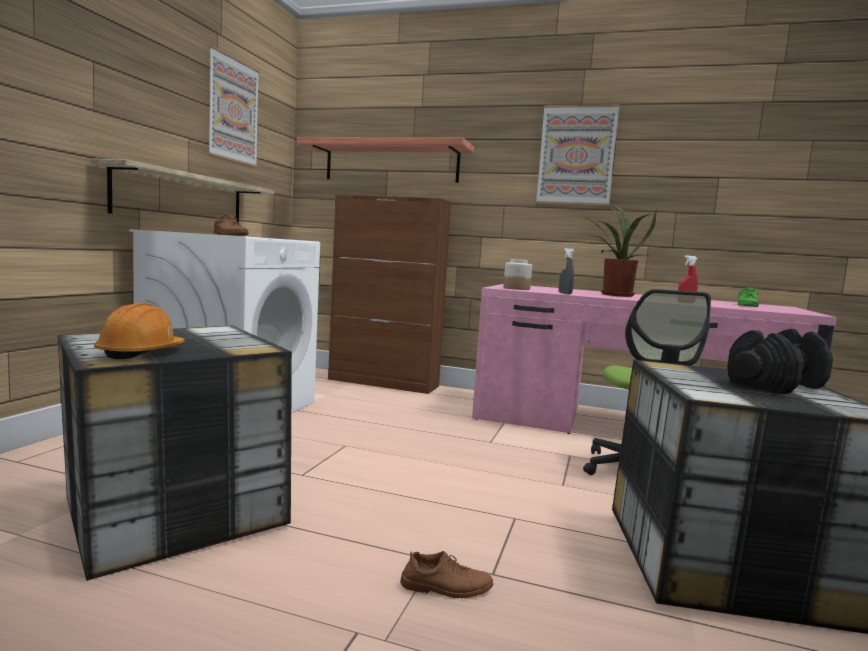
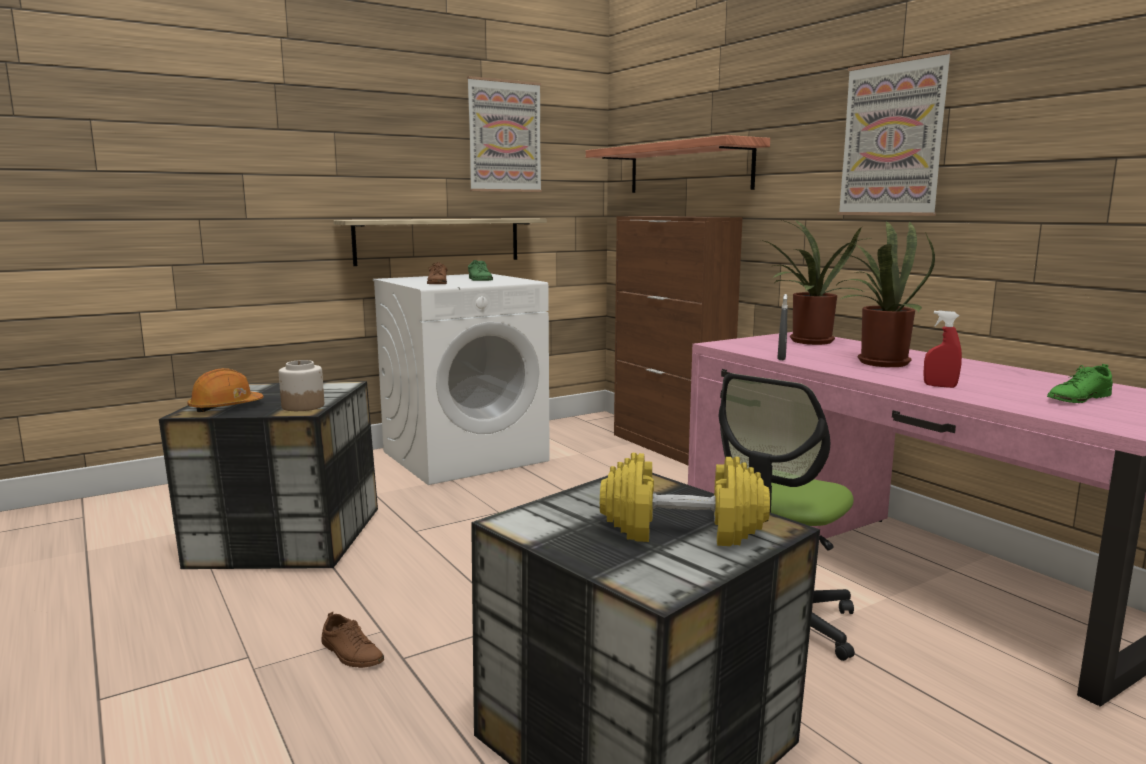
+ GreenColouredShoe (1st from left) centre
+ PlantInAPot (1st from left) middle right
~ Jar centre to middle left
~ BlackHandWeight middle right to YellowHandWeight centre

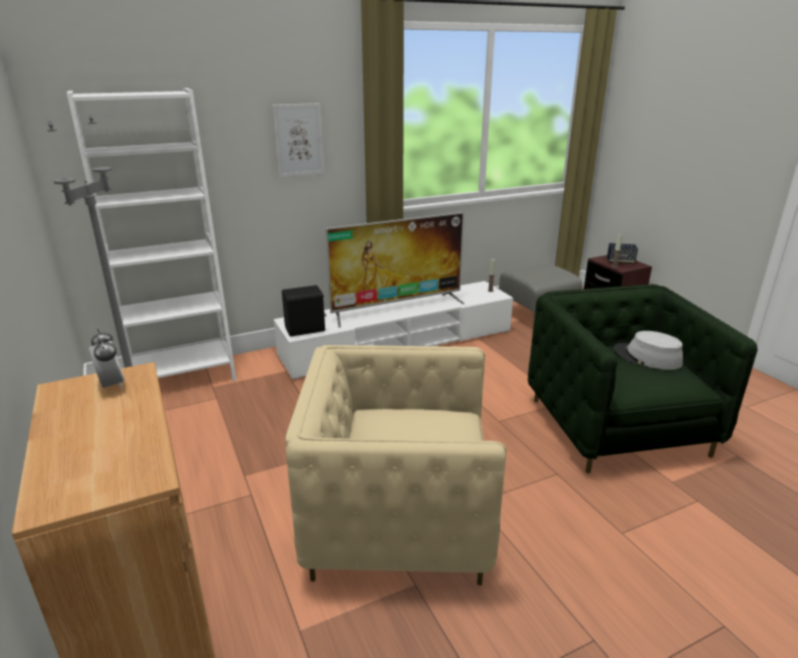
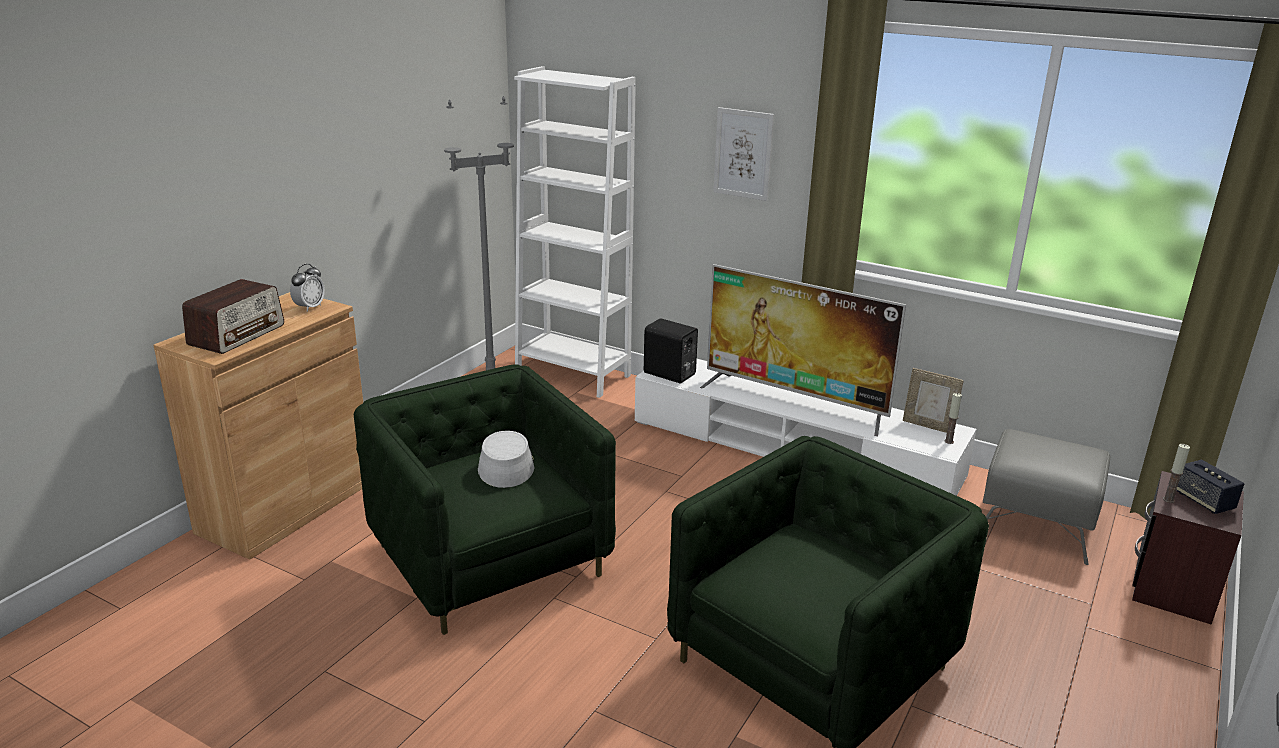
+ RadioReceiver middle left
+ PictureFrame middle right
~ GrayClothingHat middle right to centre
~ SandColouredArmchair bottom centre to GreenColouredArmchair (1st from left) bottom centre

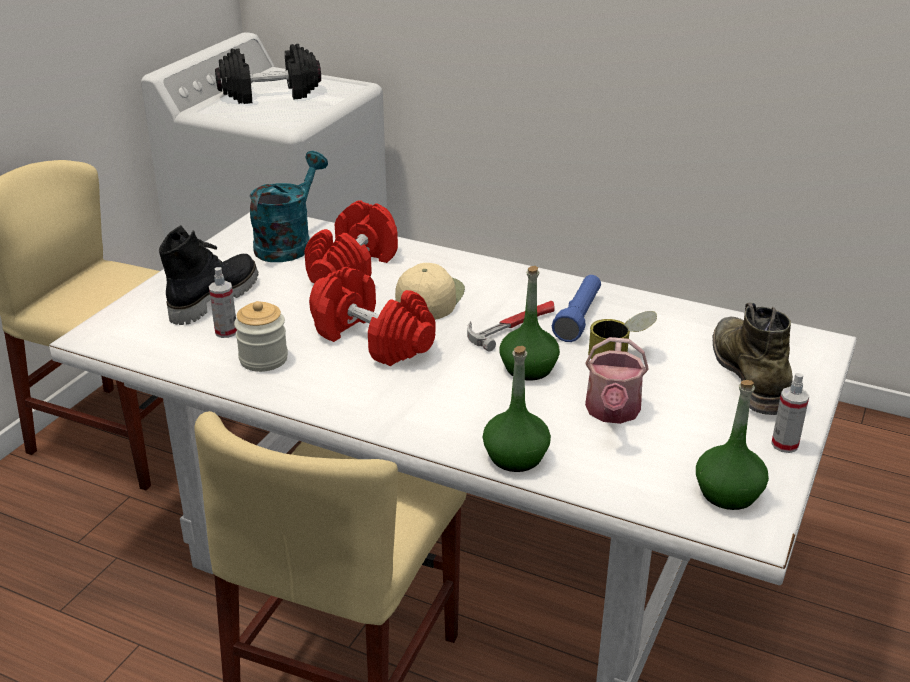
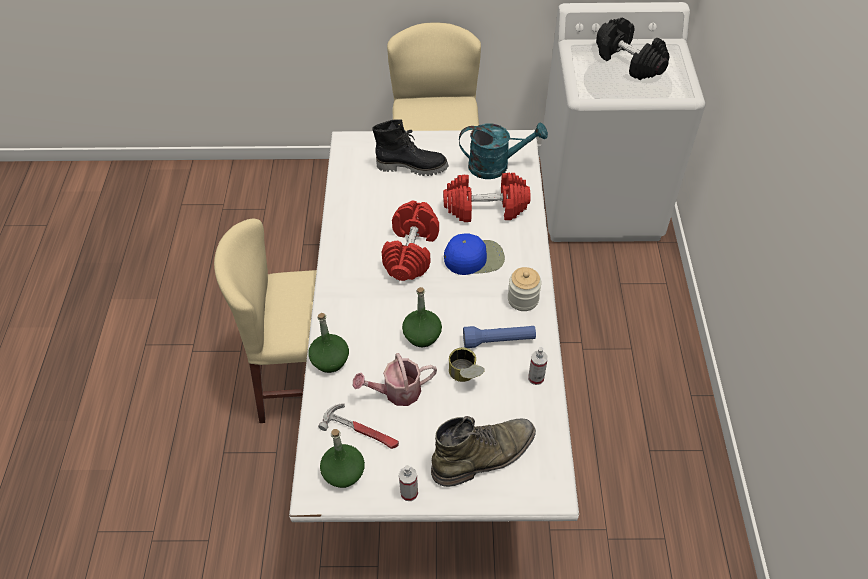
~ HandSprayer (1st from left in the first image) middle left to HandSprayer (2nd from left) centre
~ Jar middle left to centre
~ ToolHammer centre to bottom centre
~ SandColouredBaseballCap centre to BlueBaseballCap centre

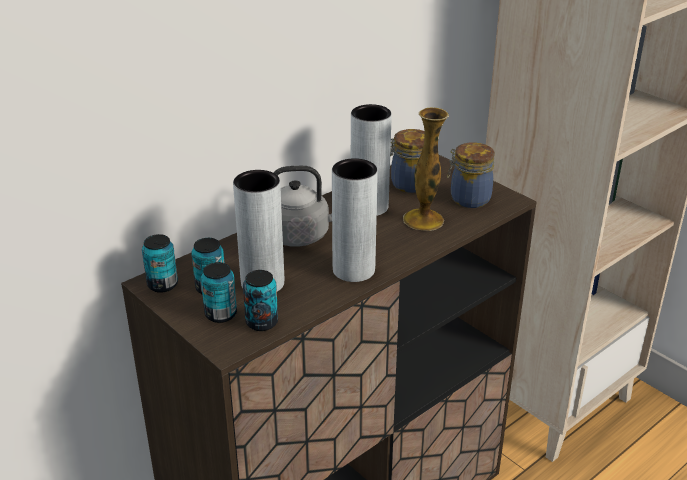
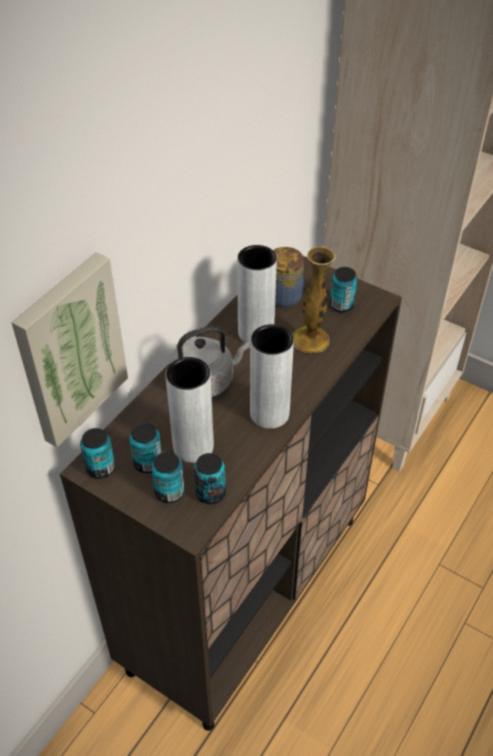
+ Picture middle left
~ Jar (2nd from left) middle right to MetalCan (5th from left) middle right

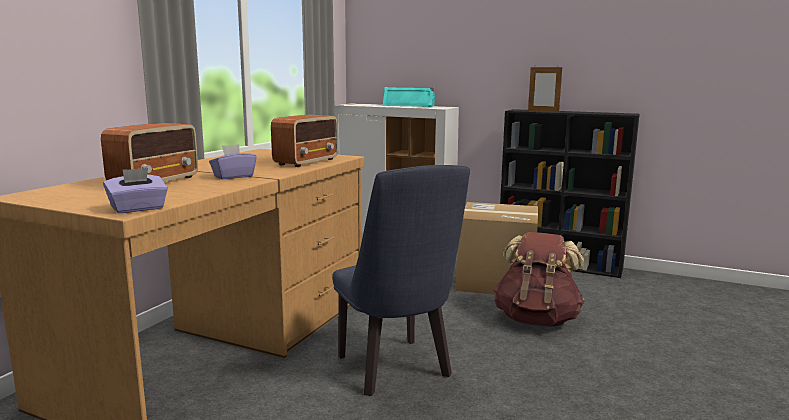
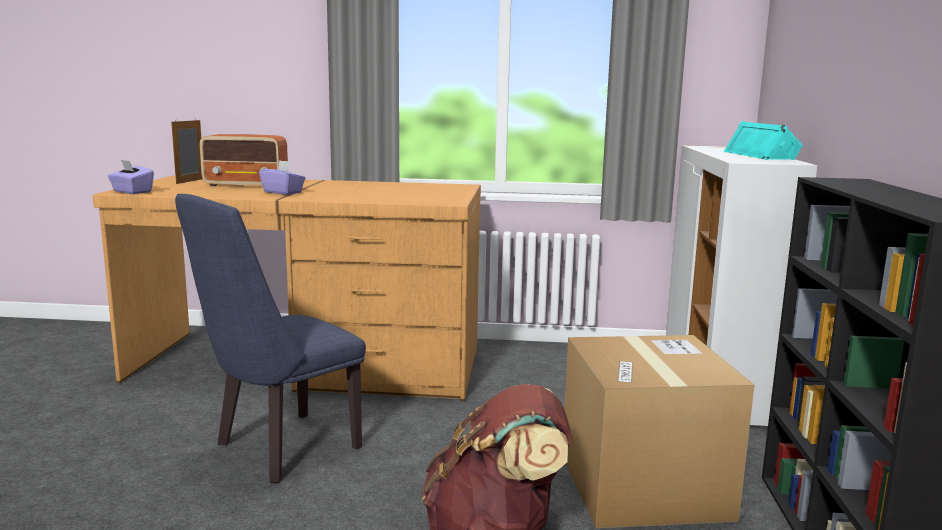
- RadioReceiver (2nd from left) centre
~ PictureFrame top right to top left

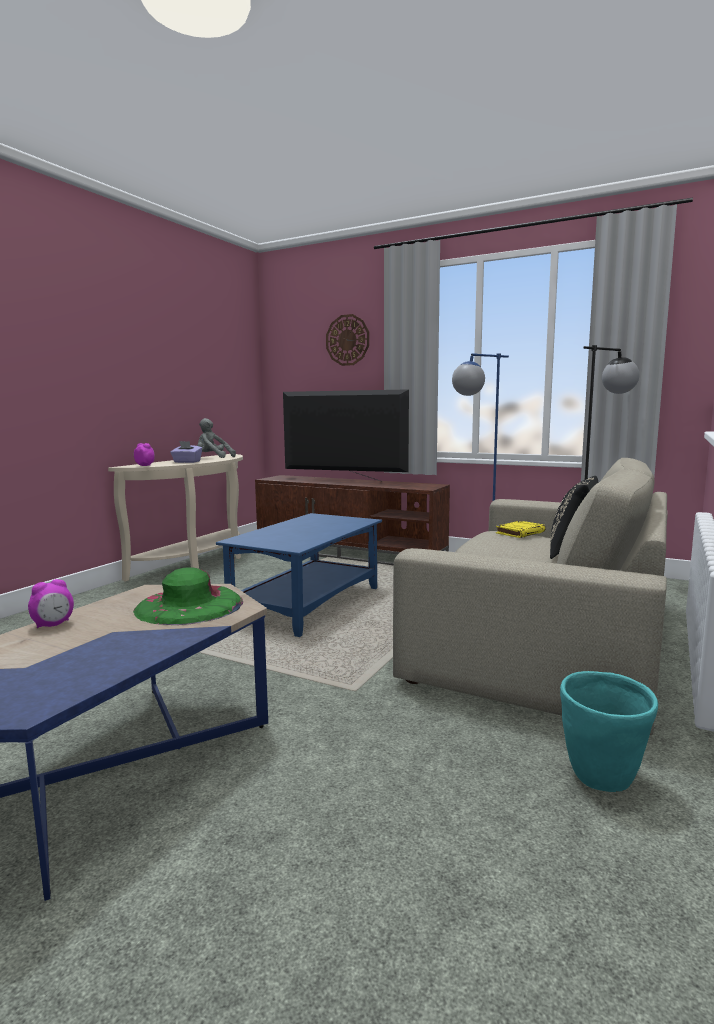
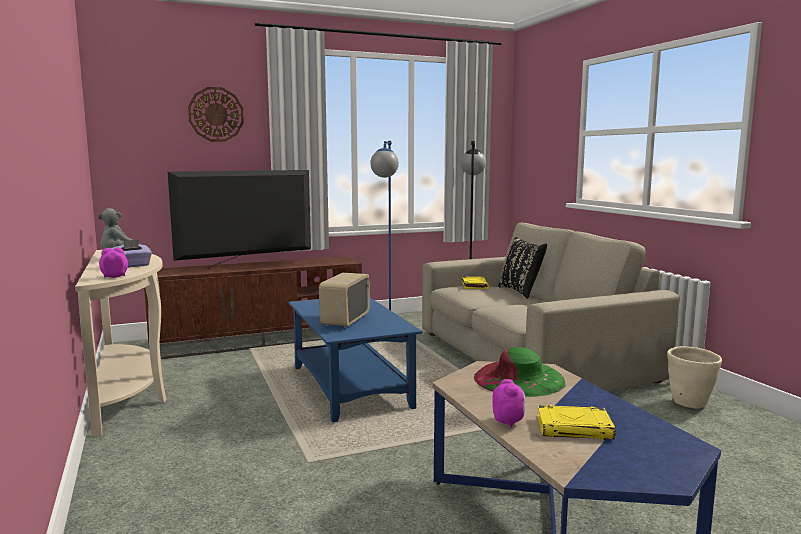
+ RadioReceiver centre
+ YellowBoundBook (2nd from left) bottom right
~ TurquoiseColouredPlantPot bottom right to SandColouredPlantPot bottom right

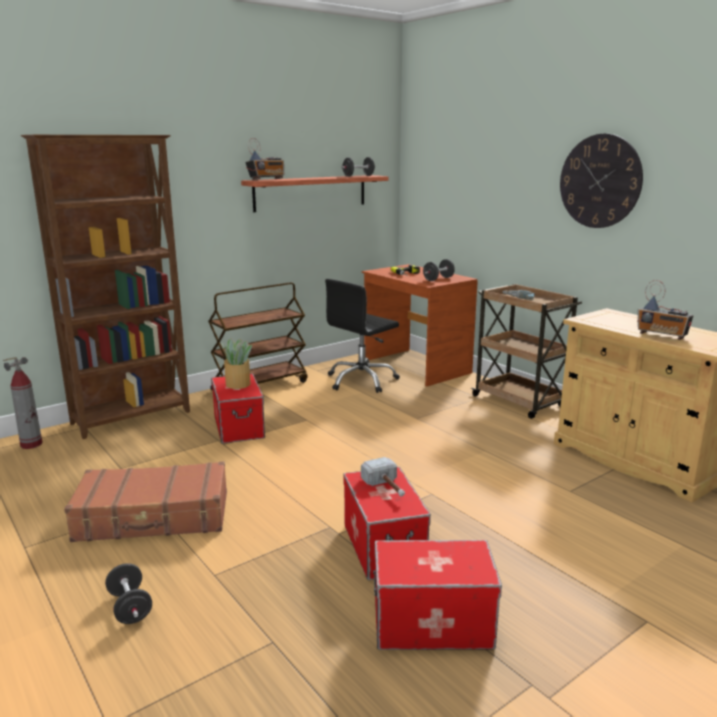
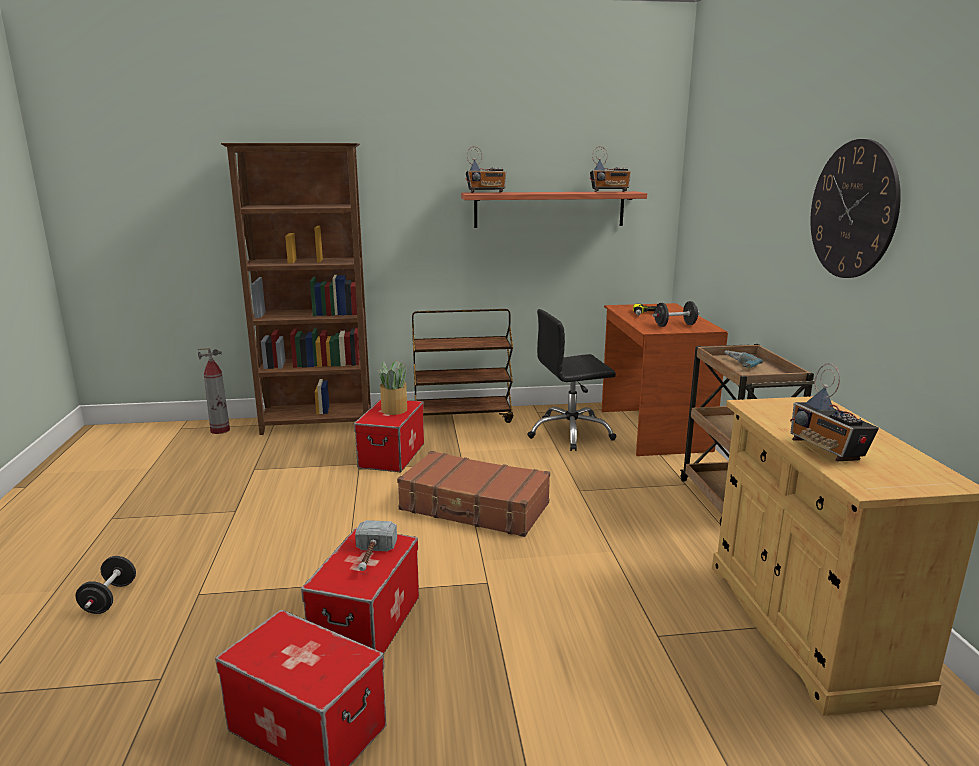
~ BrownishTravelCase bottom left to centre
~ BlackHandWeight (2nd from left) top centre to RadioReceiver (2nd from left) top centre

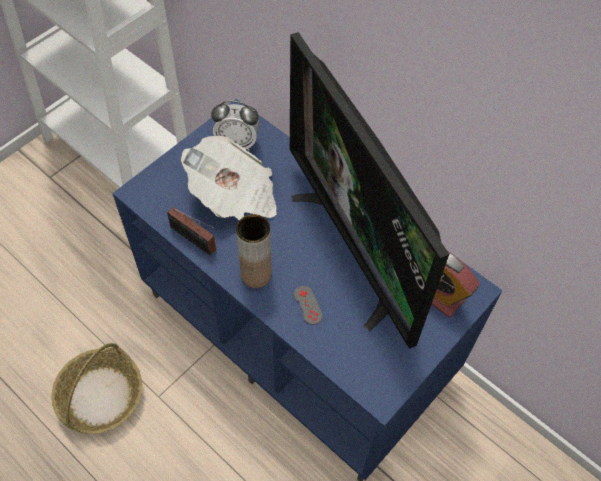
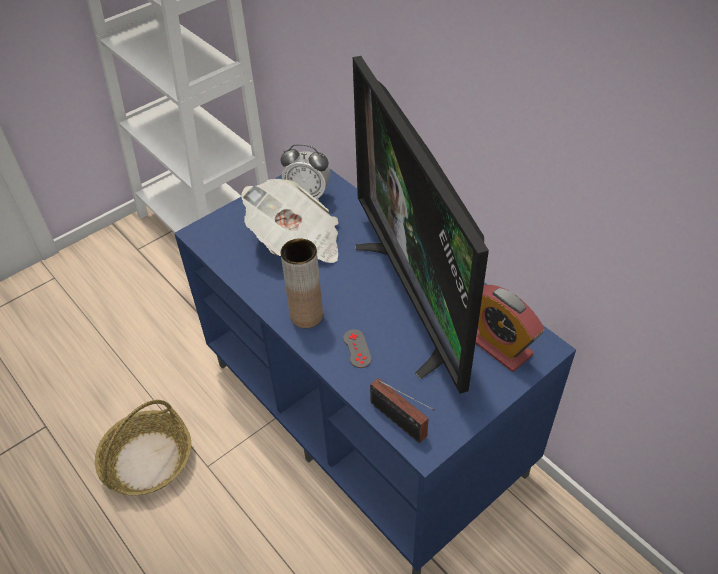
~ RadioReceiver middle left to bottom centre

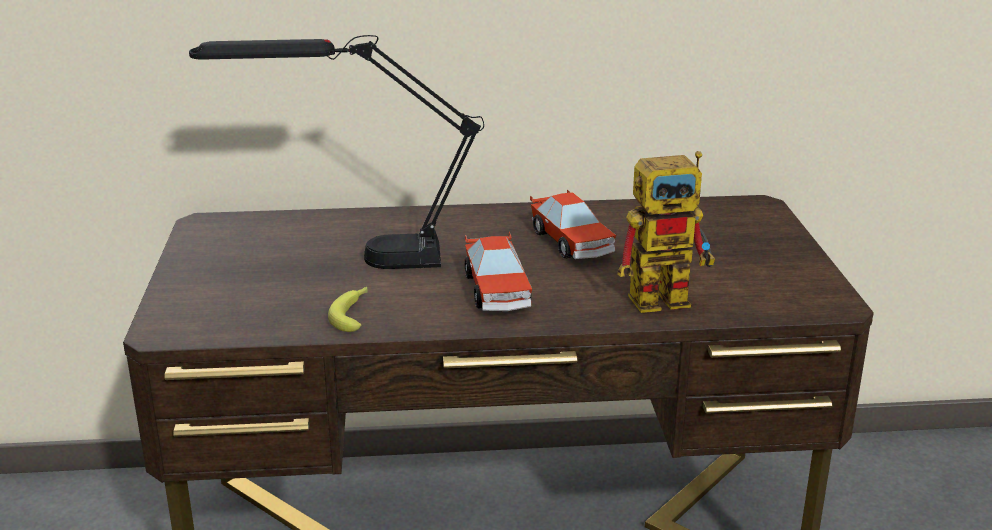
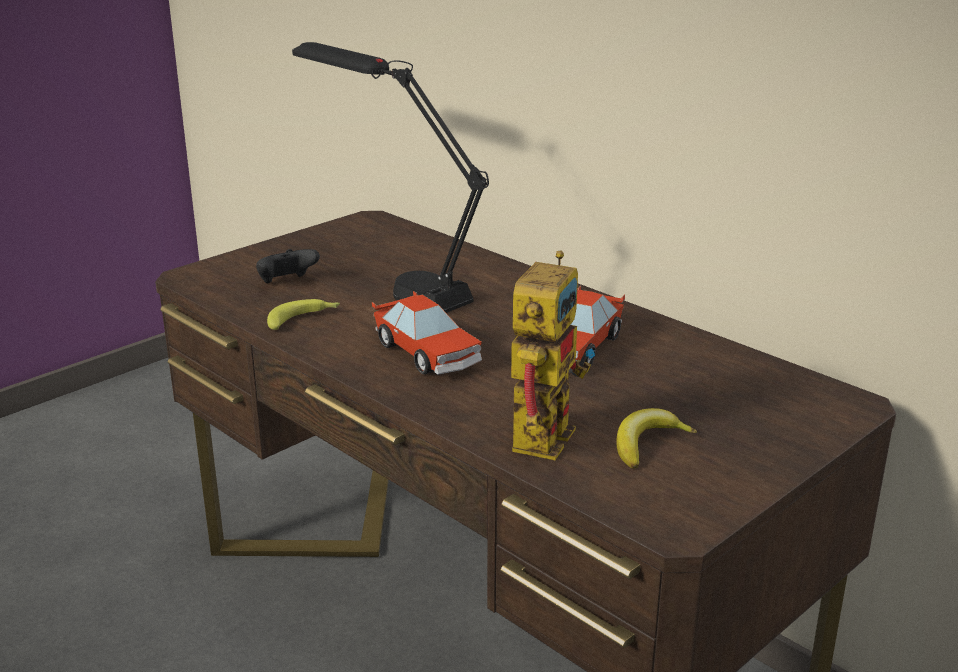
+ BlackJoypad middle left
+ BananaFruit (2nd from left) middle right
~ MiniatureCar (1st from left) centre = centre 75 degrees counterclockwise
~ RobotFigure middle right = centre 105 degrees counterclockwise

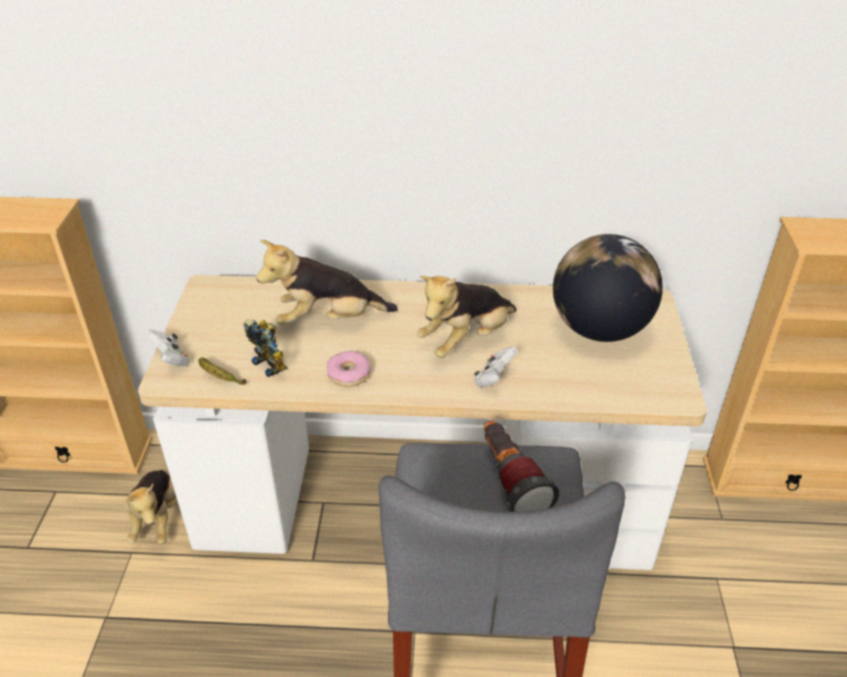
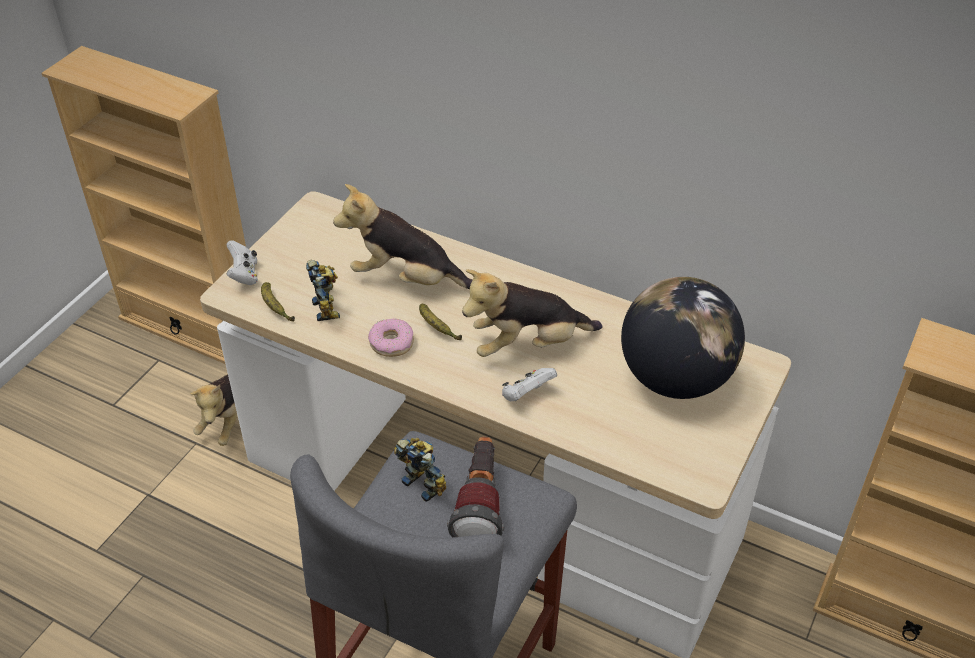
+ RobotFigure (2nd from left) bottom centre
+ BananaFruit (2nd from left) centre

